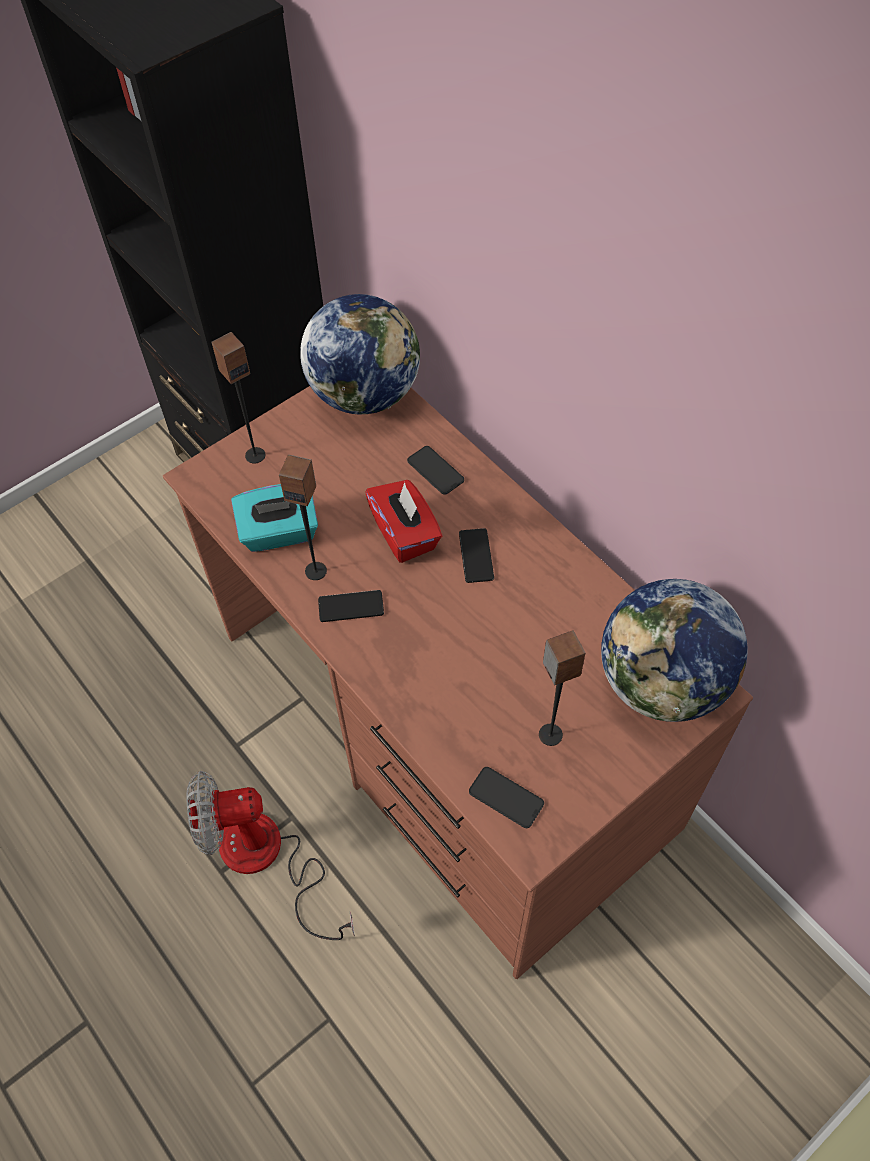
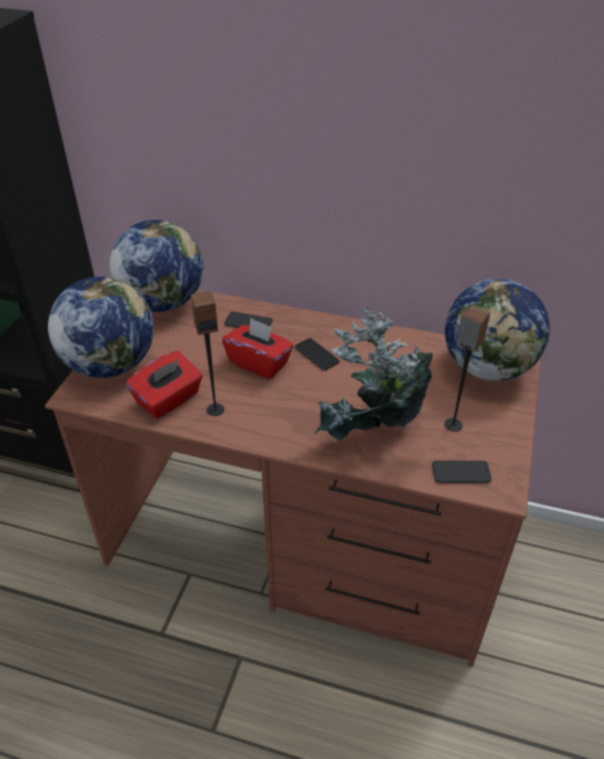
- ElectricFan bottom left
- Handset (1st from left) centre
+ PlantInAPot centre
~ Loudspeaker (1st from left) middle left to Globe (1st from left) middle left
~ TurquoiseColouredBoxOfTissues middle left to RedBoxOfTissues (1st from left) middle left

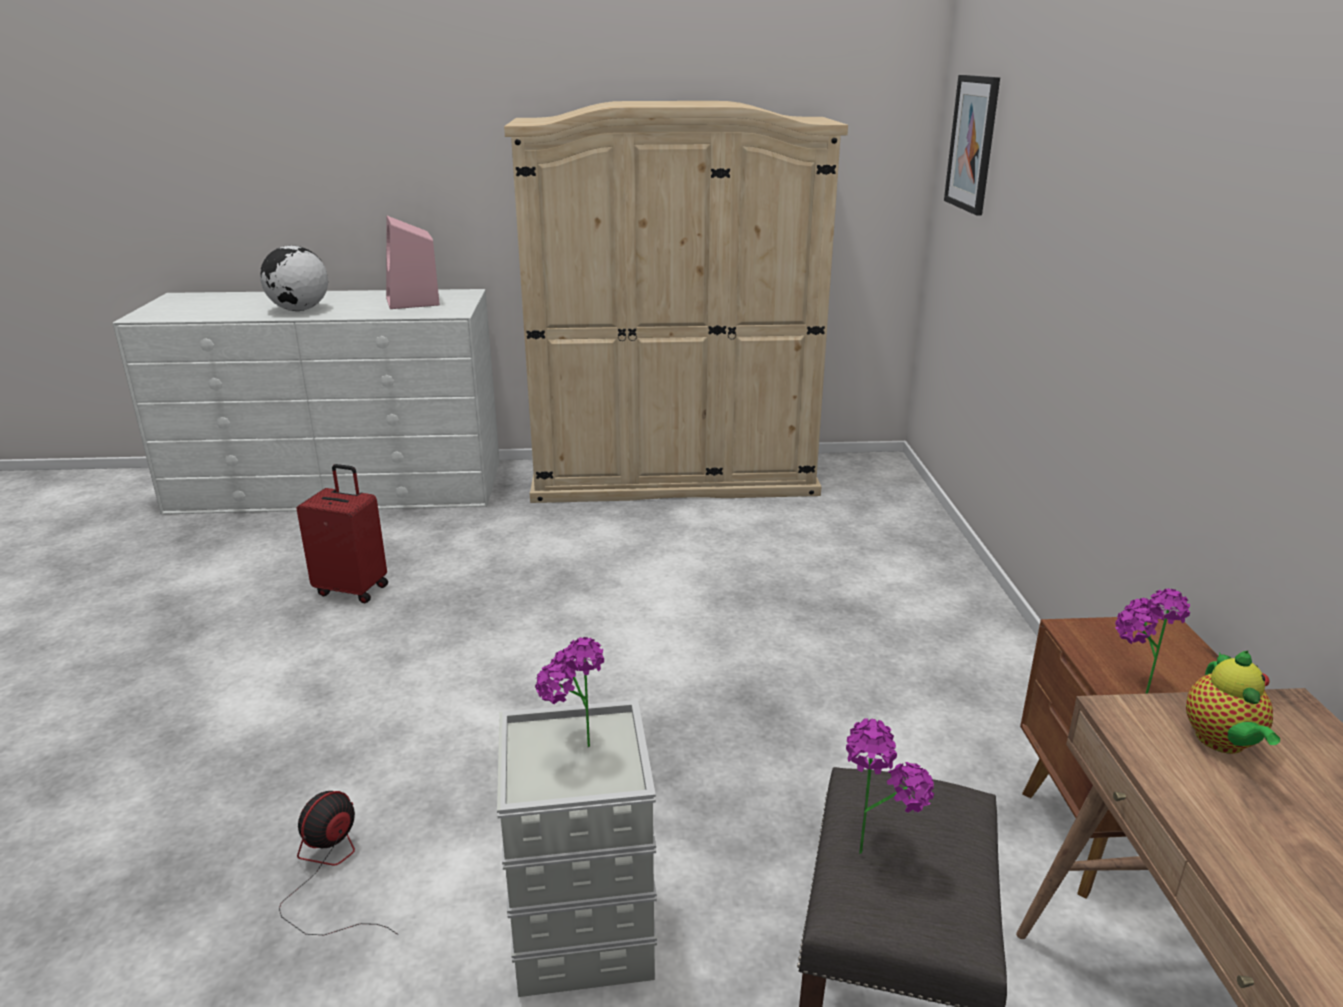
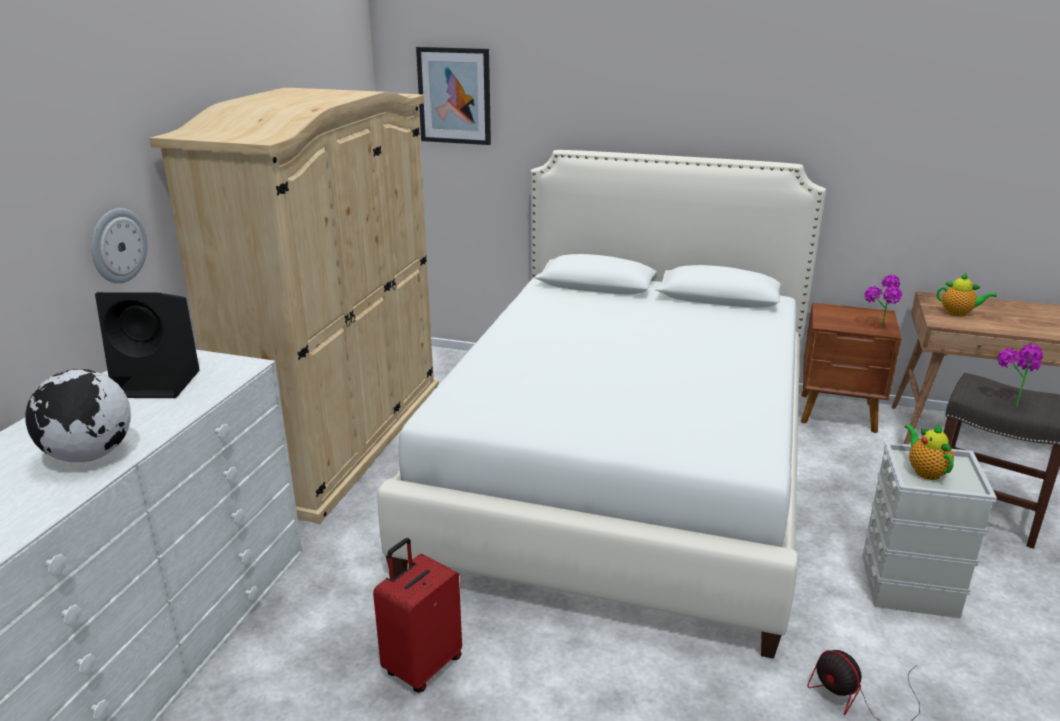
+ ClockOnTheWall middle left
+ WhiteColouredSleepingBed centre
~ PlantInAPot (1st from left) bottom centre to Teapot (1st from left) middle right
~ PinkishLoudspeaker top left to BlackLoudspeaker middle left

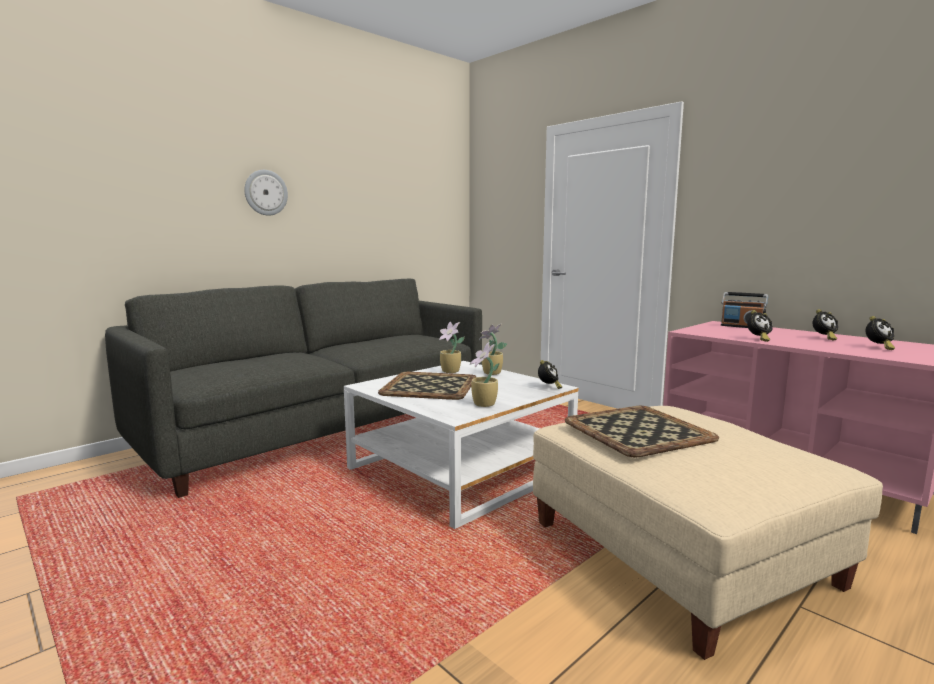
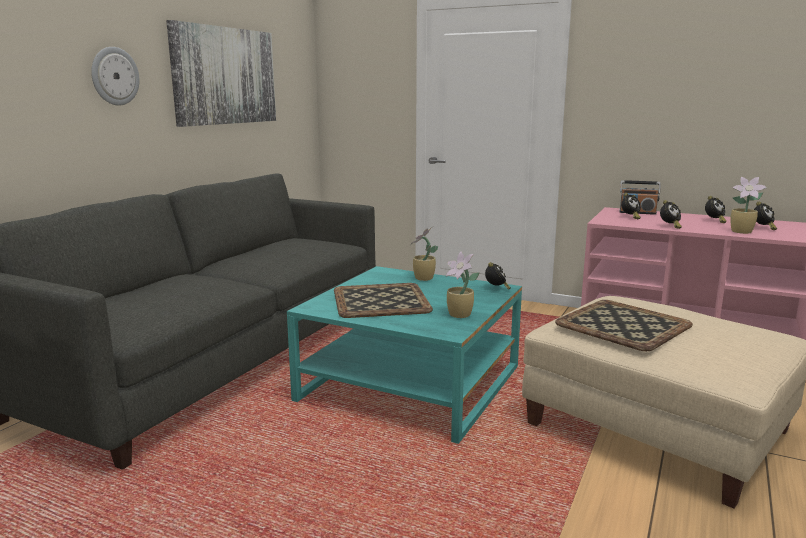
+ Picture top left
+ TableClock (2nd from left) middle right
~ PlantInAPot (1st from left in the first image) centre to PlantInAPot (3rd from left) middle right
~ WhiteColouredCoffeeTable centre to TurquoiseColouredCoffeeTable centre

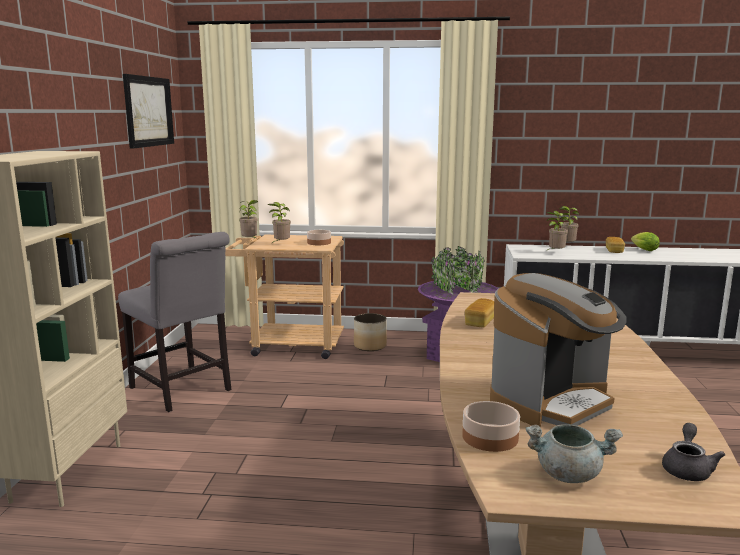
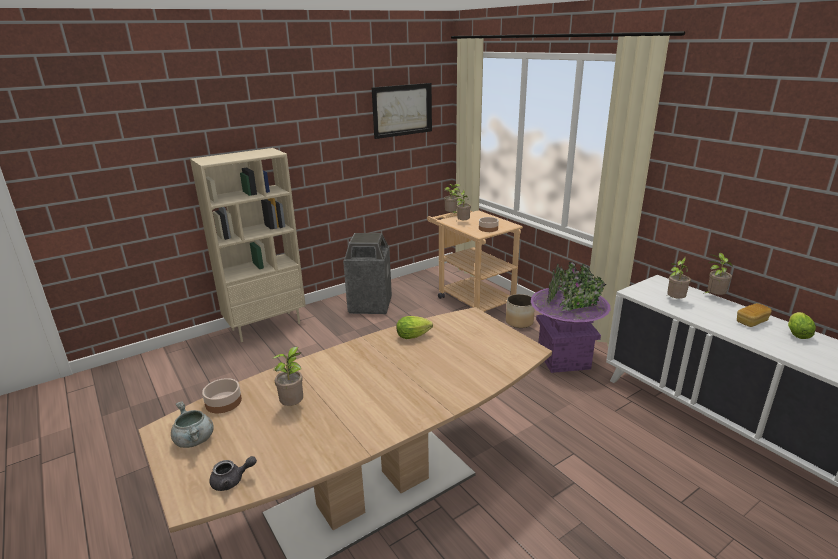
~ GrayUprightChair middle left to TrashCan centre
~ BakedBread (1st from left) centre to Lettuce (1st from left) centre
~ CoffeeBrewer middle right to PlantInAPot (1st from left) bottom centre

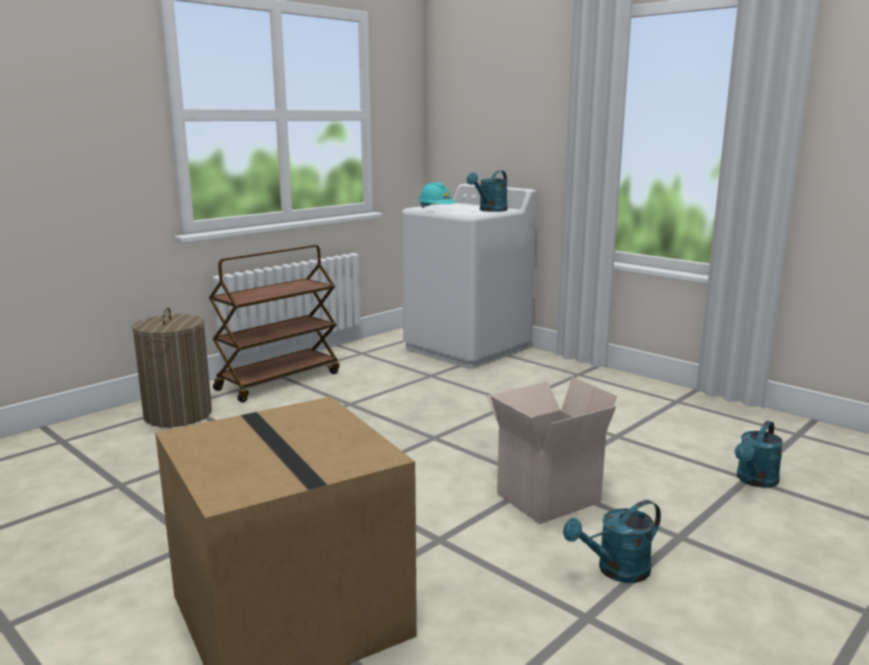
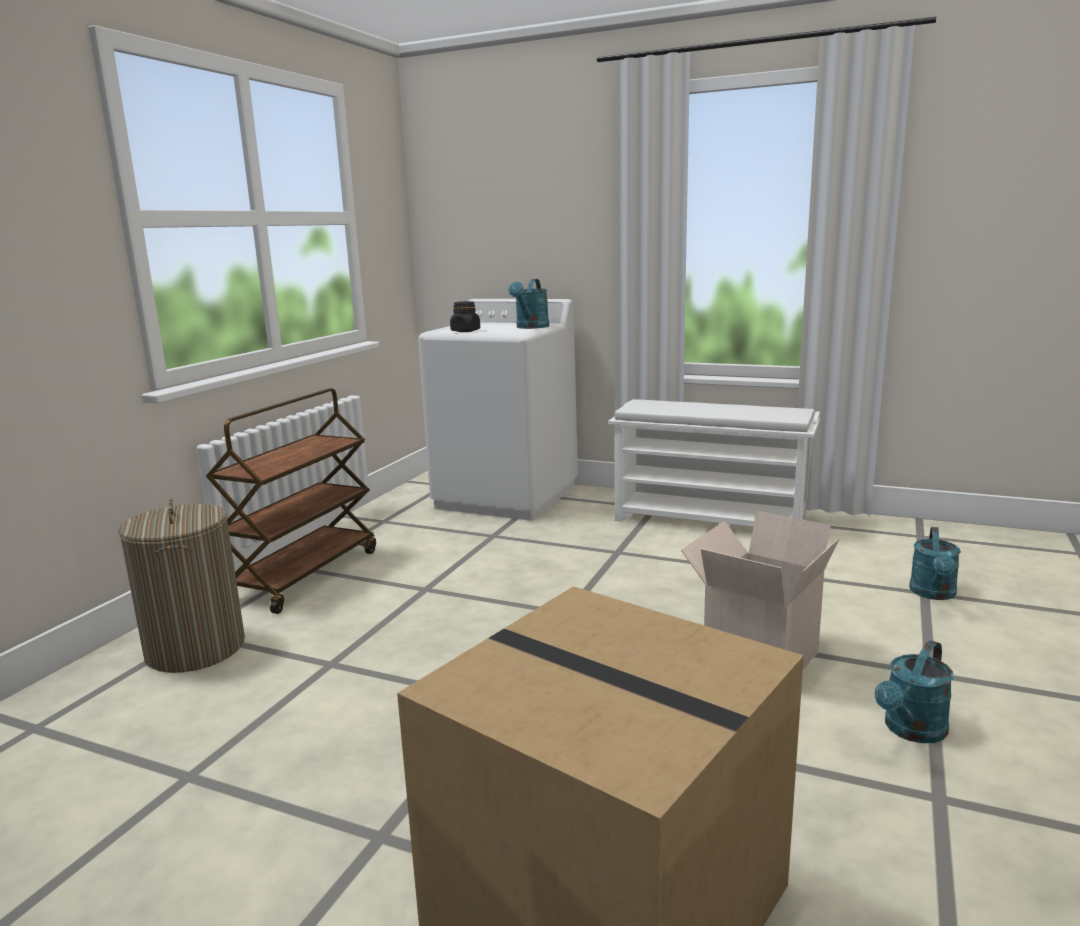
+ WhiteColouredShoeShelf centre
~ TurquoiseColouredSafetyHelmet top centre to BlackJar centre

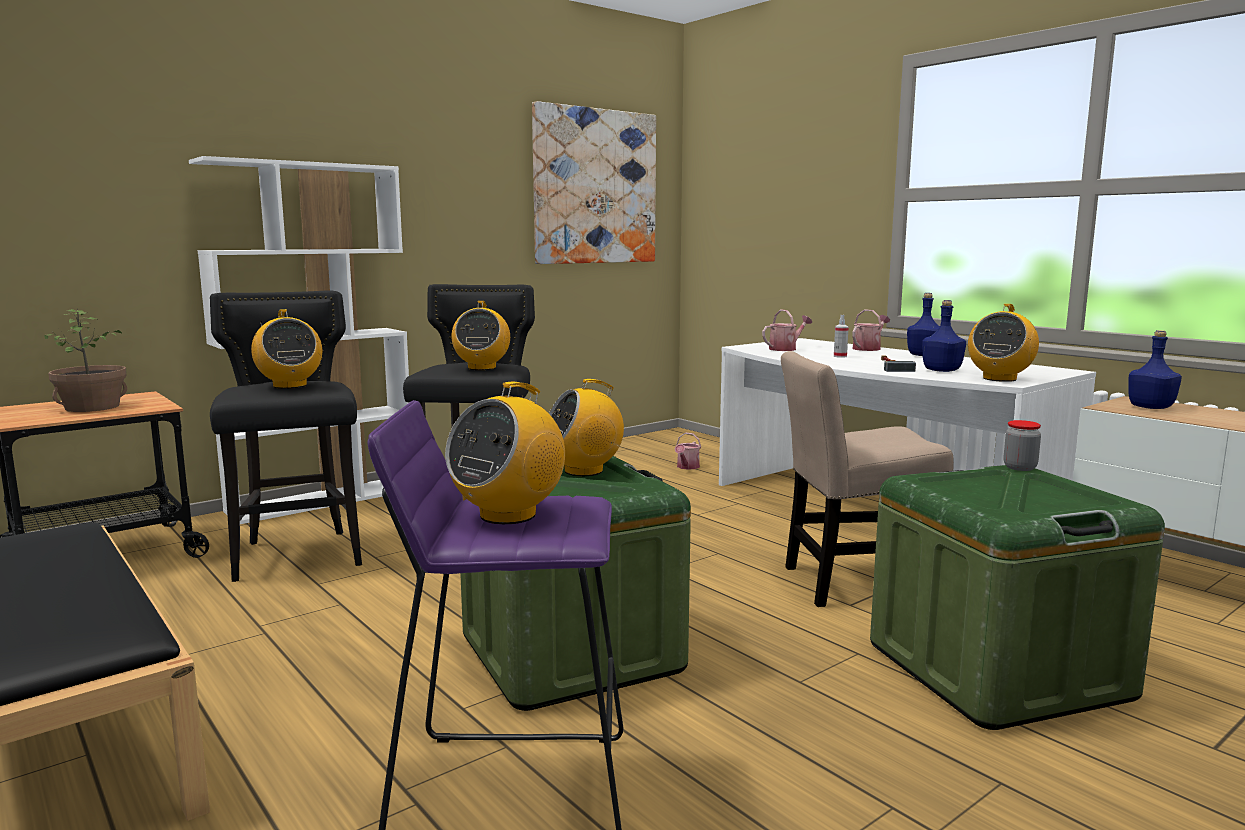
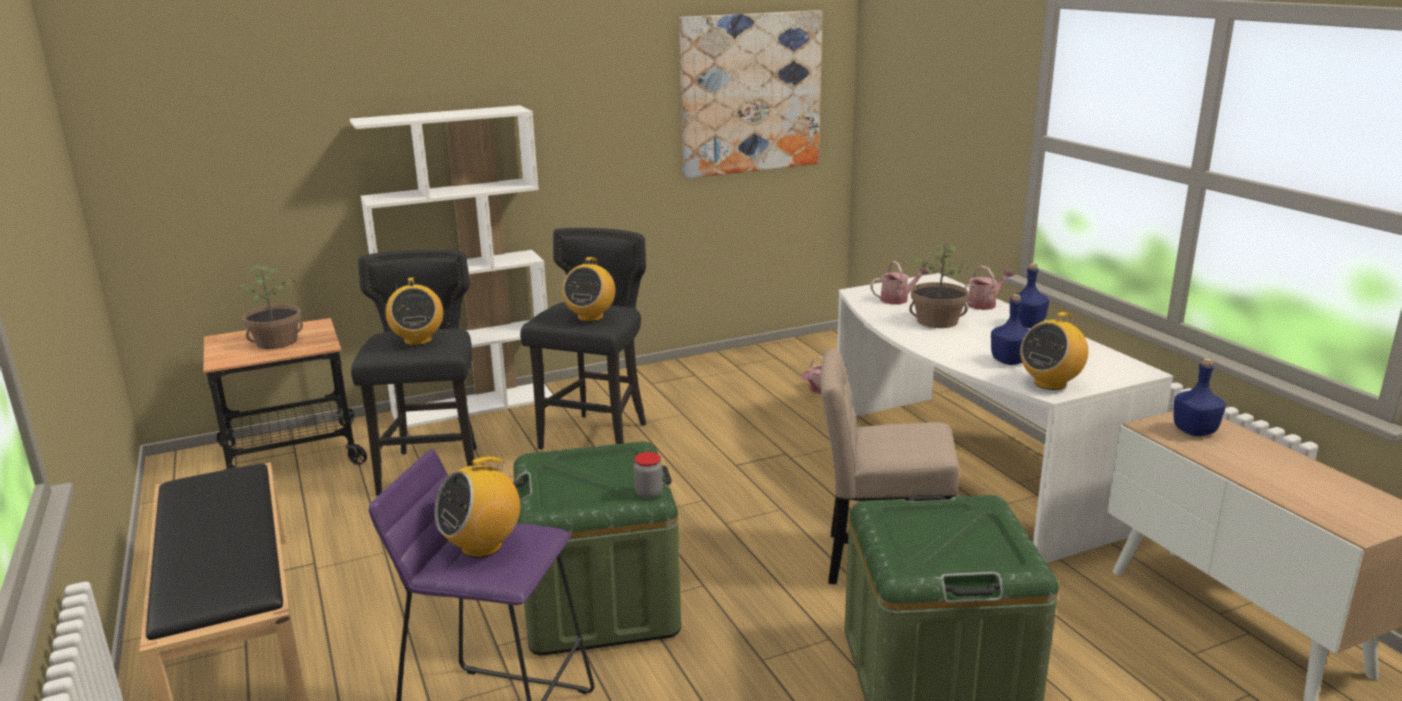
- RadioReceiver (4th from left) centre
- ToolHammer middle right
~ Jar middle right to bottom centre
~ HandSprayer middle right to PlantInAPot (2nd from left) middle right

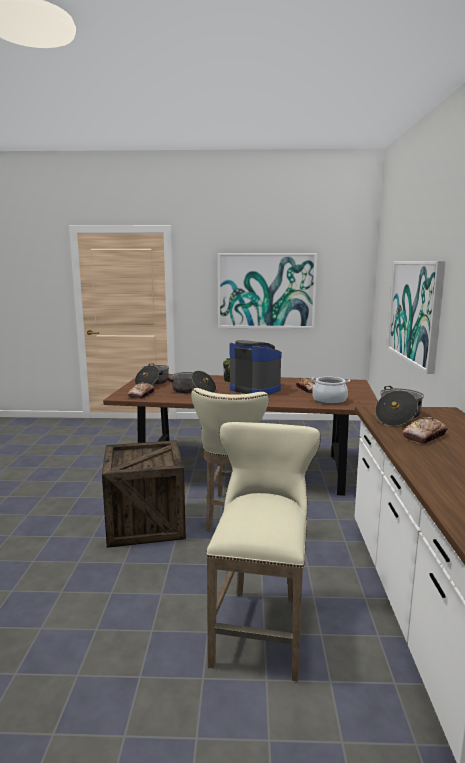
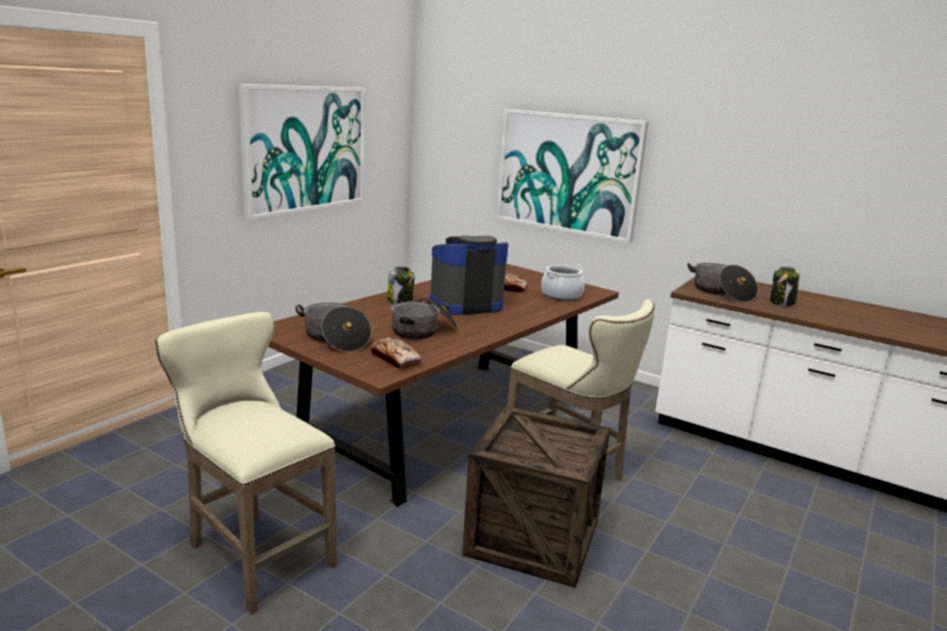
~ SandColouredSittingStool (2nd from left in the first image) bottom centre to SandColouredSittingStool (1st from left) bottom left
~ BakedBread (3rd from left) middle right to Jar (2nd from left) middle right

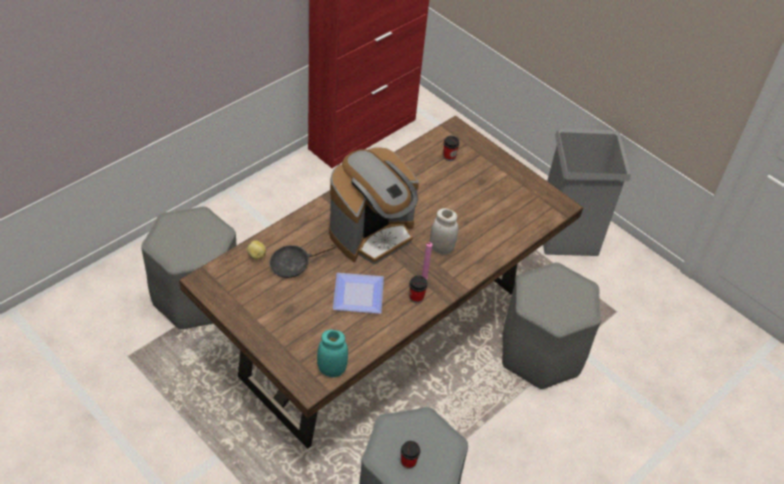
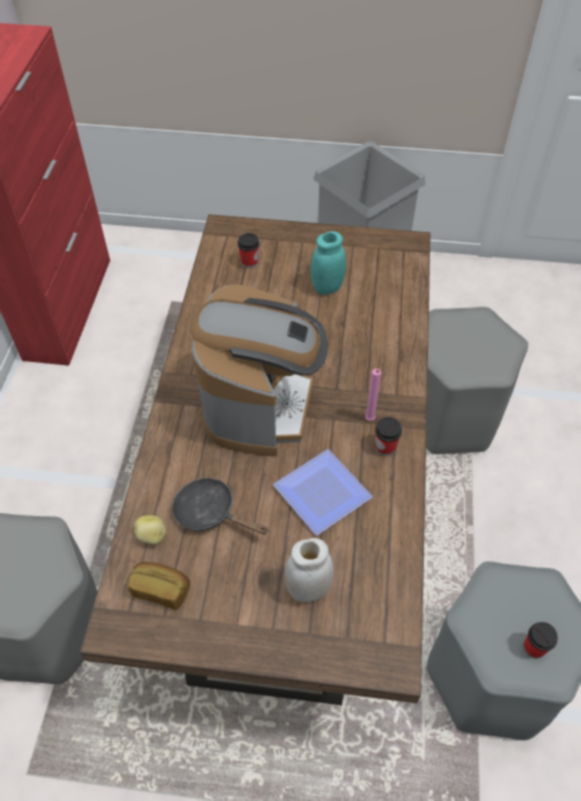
+ BakedBread bottom left
~ TurquoiseColouredJar bottom centre to top centre
~ WhiteColouredJar centre to bottom centre
~ BlackSkillet centre = centre 90 degrees clockwise

